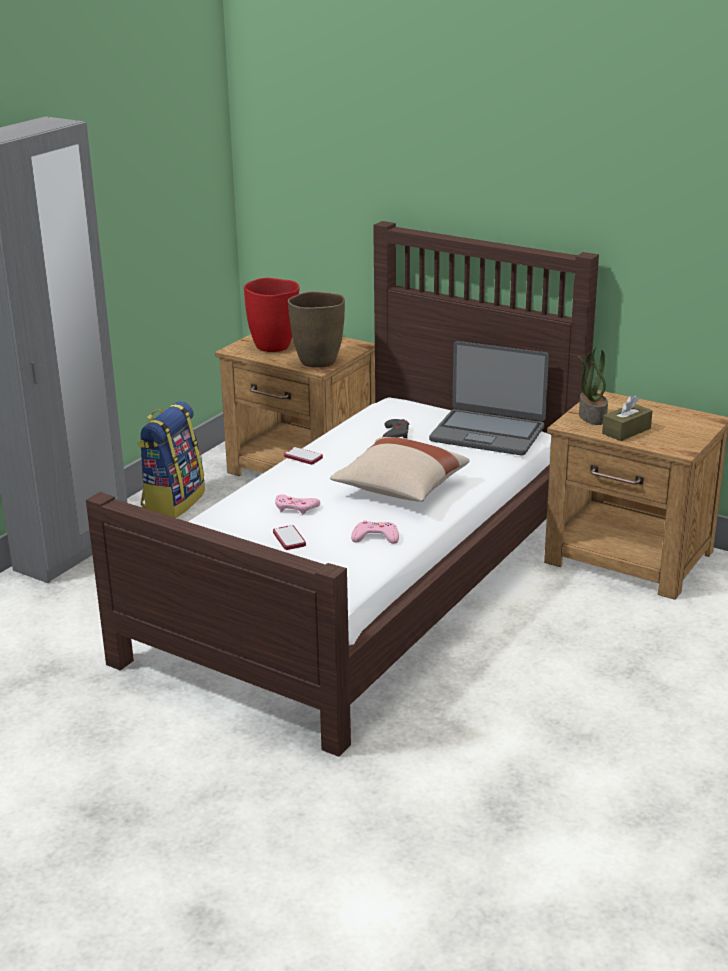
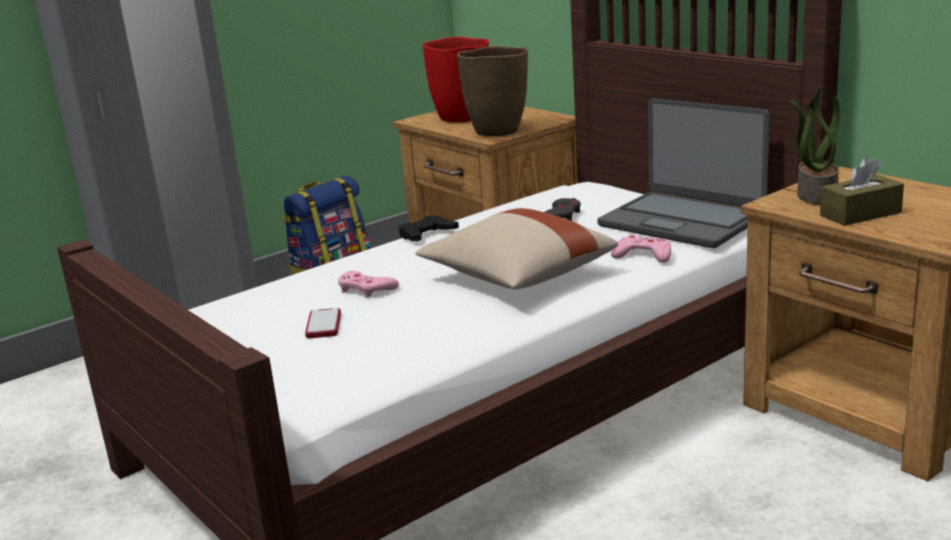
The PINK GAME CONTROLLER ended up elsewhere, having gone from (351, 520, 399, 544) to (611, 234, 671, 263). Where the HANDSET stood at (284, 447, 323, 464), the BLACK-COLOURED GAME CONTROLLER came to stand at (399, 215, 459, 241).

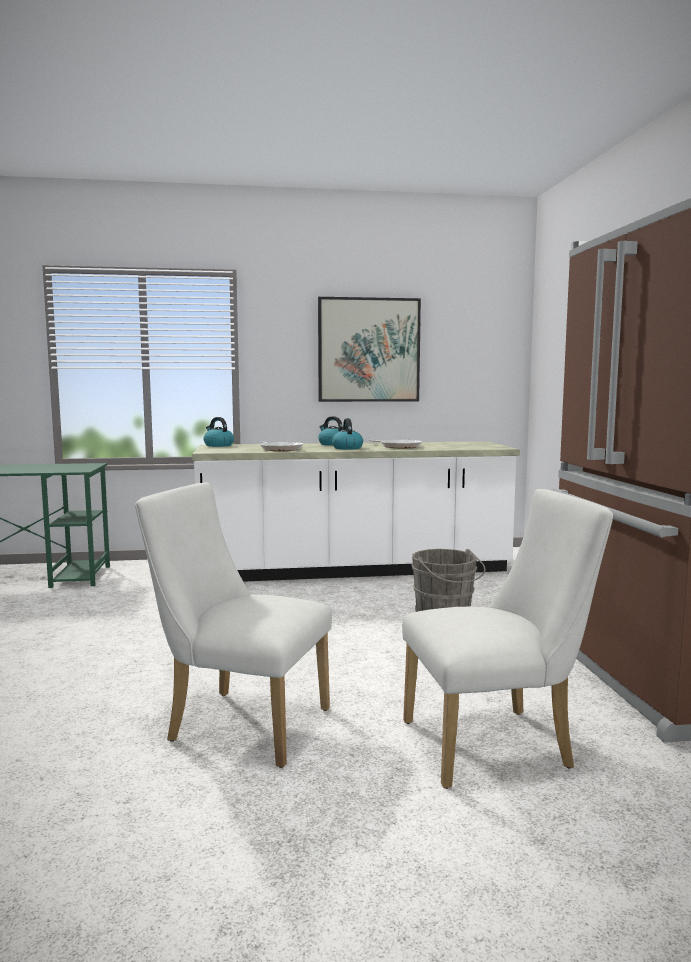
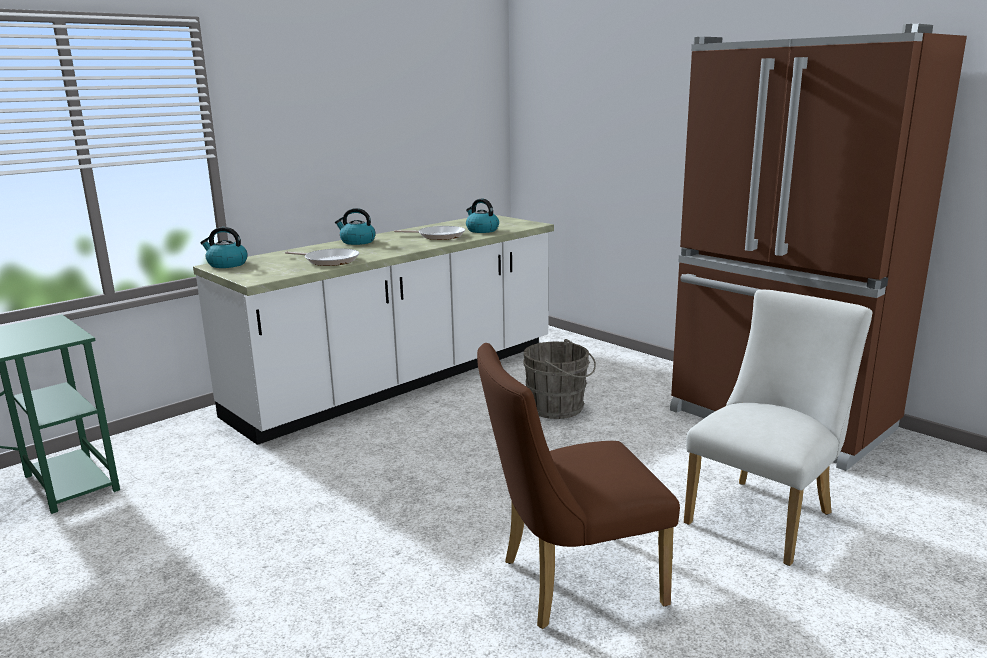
The second view lost the WALL PICTURE at (318, 297, 421, 402). The TEA KETTLE ended up elsewhere, having gone from (332, 418, 363, 450) to (466, 199, 499, 233). What was the WHITE-COLOURED PLAIN CHAIR at (135, 483, 332, 768) turned into the BROWN PLAIN CHAIR at (477, 343, 680, 629).

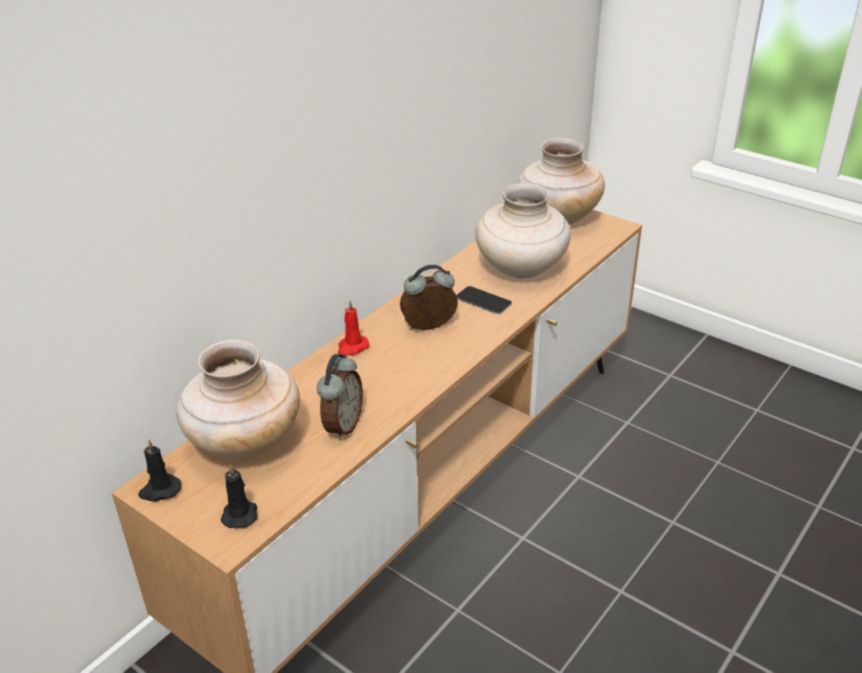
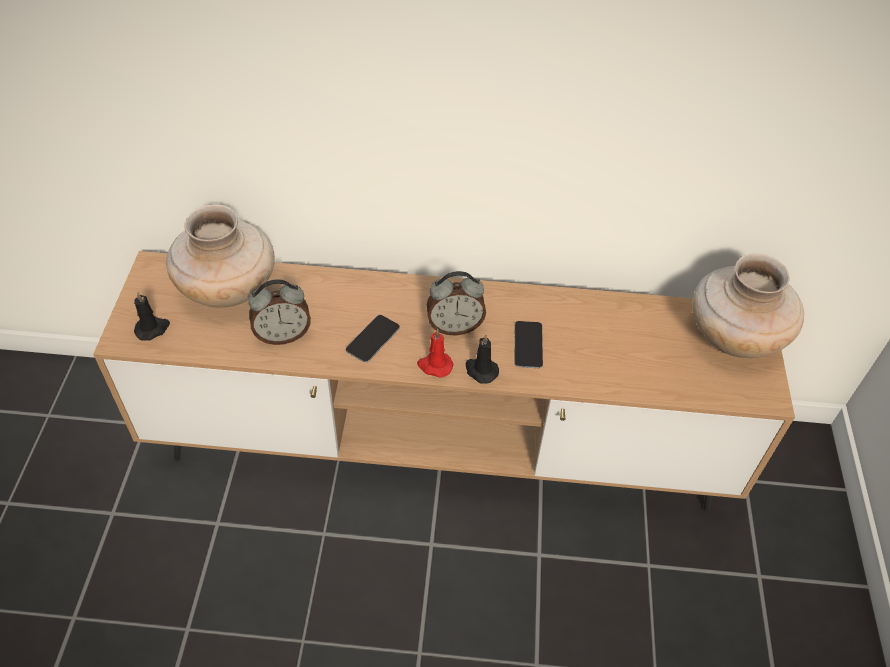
The second view lost the BEIGE-COLOURED DECORATIVE VASE at (475, 183, 571, 278). The second view gained the HANDSET at (346, 315, 400, 363). The BLACK-COLOURED CANDLE ended up elsewhere, having gone from (138, 439, 181, 501) to (466, 334, 499, 384). The RED CANDLE ended up elsewhere, having gone from (338, 300, 369, 356) to (417, 329, 453, 378). The BEDSIDE CLOCK at (400, 265, 458, 330) ended up facing another way, 135 degrees clockwise from before.

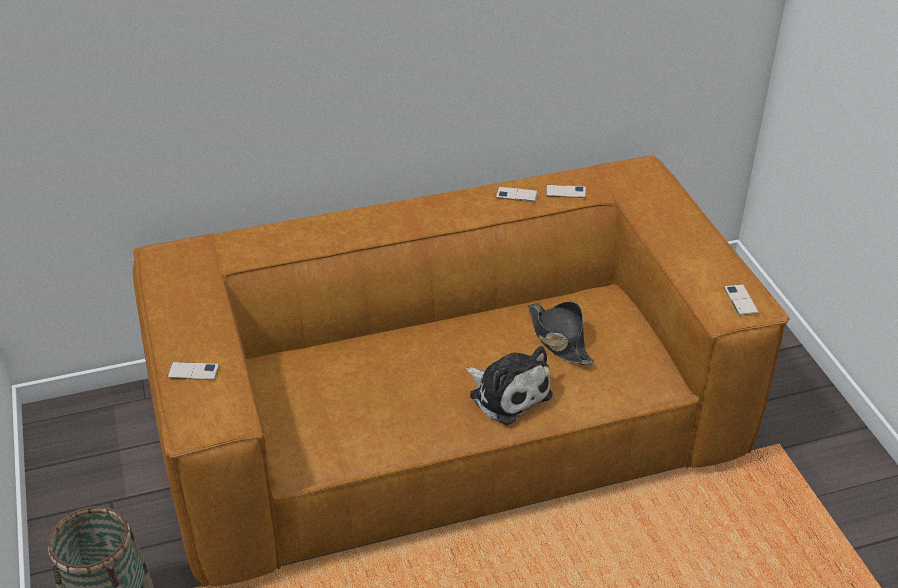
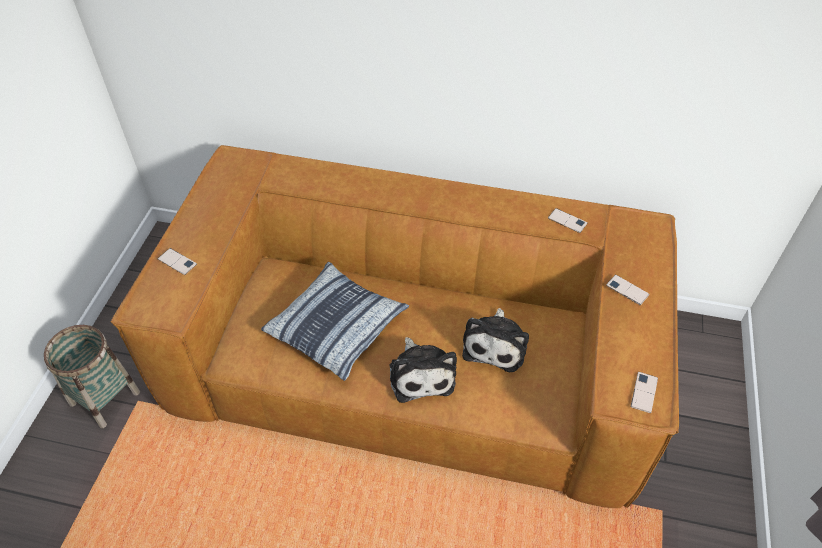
The second view gained the THROW PILLOW at (261, 261, 409, 381). The HANDSET ended up elsewhere, having gone from (496, 187, 538, 202) to (606, 275, 650, 305). Where the BLACK-COLOURED HAT stood at (528, 302, 595, 365), the SOFT TOY came to stand at (462, 308, 529, 372).

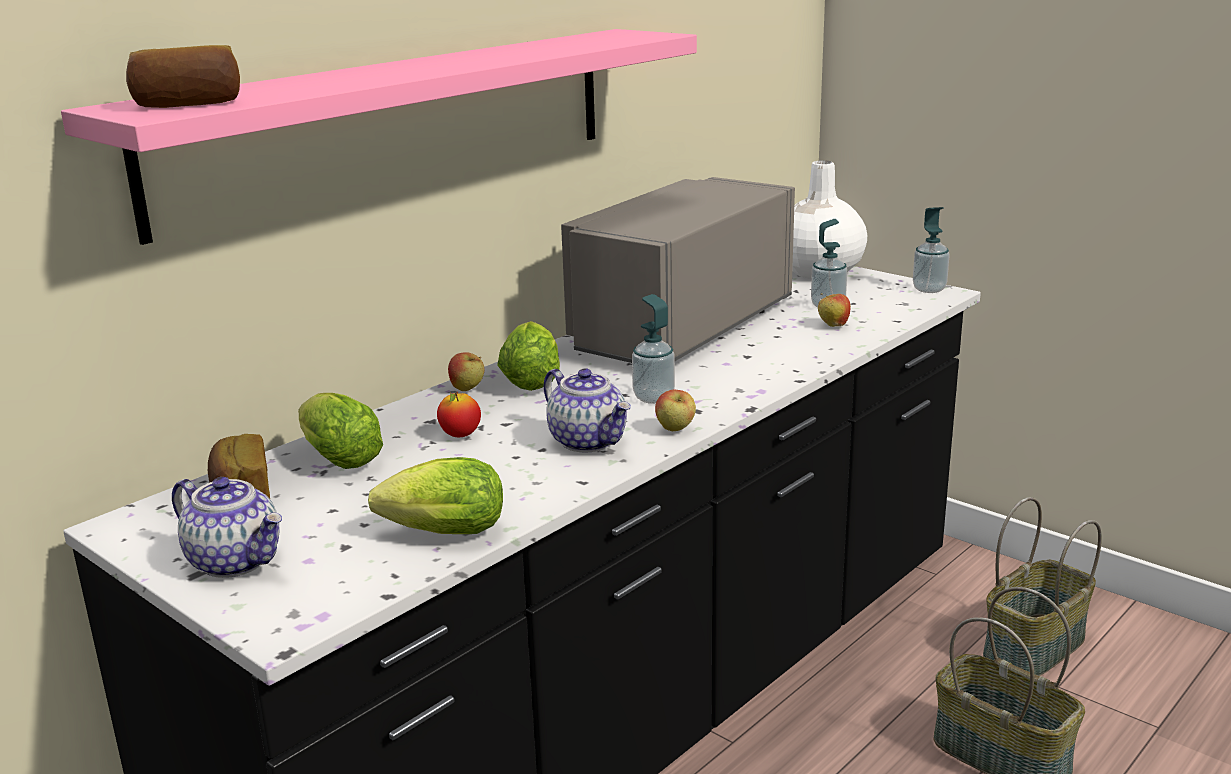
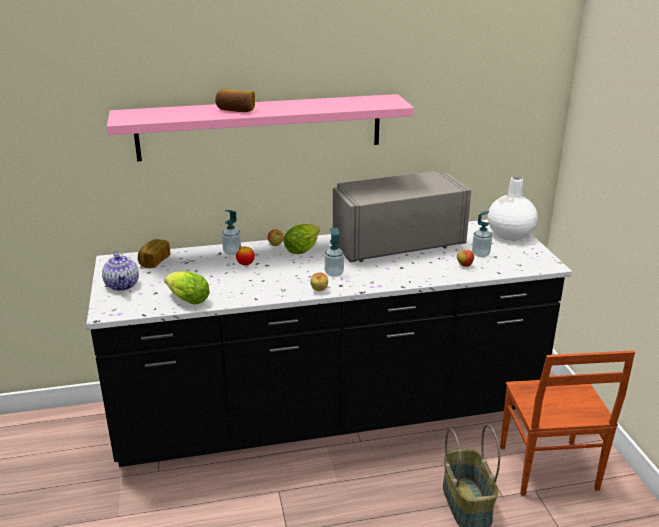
The second view lost the LETTUCE at (298, 393, 383, 469). The second view lost the POT FOR TEA at (544, 368, 631, 452). The BAKERY BREAD ended up elsewhere, having gone from (126, 45, 240, 108) to (215, 88, 255, 112). The SOAP DISPENSER ended up elsewhere, having gone from (913, 207, 950, 293) to (222, 210, 241, 255). Where the STORAGE BASKET stood at (983, 497, 1102, 676), the BROWN PLAIN CHAIR came to stand at (500, 350, 635, 496).

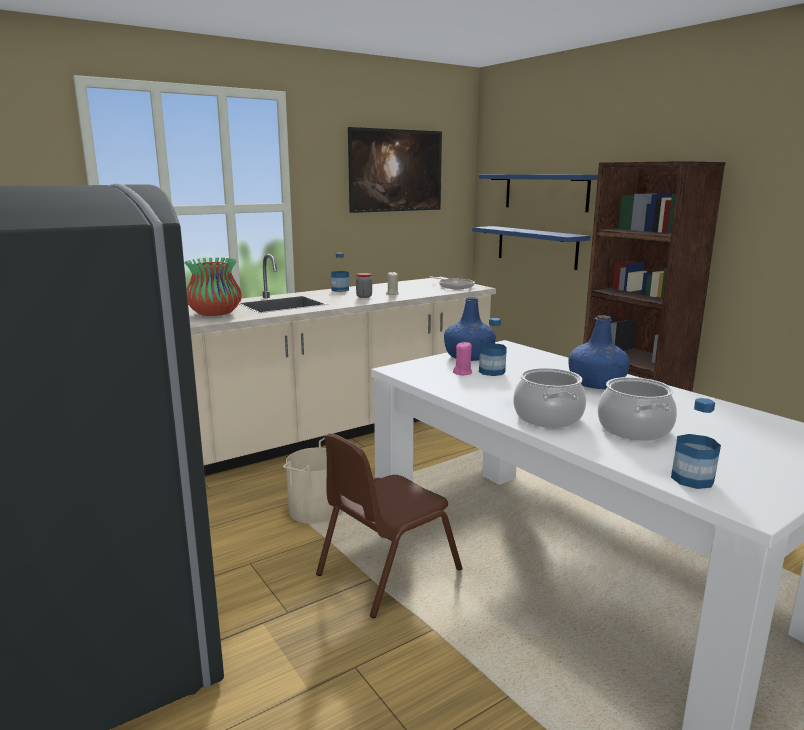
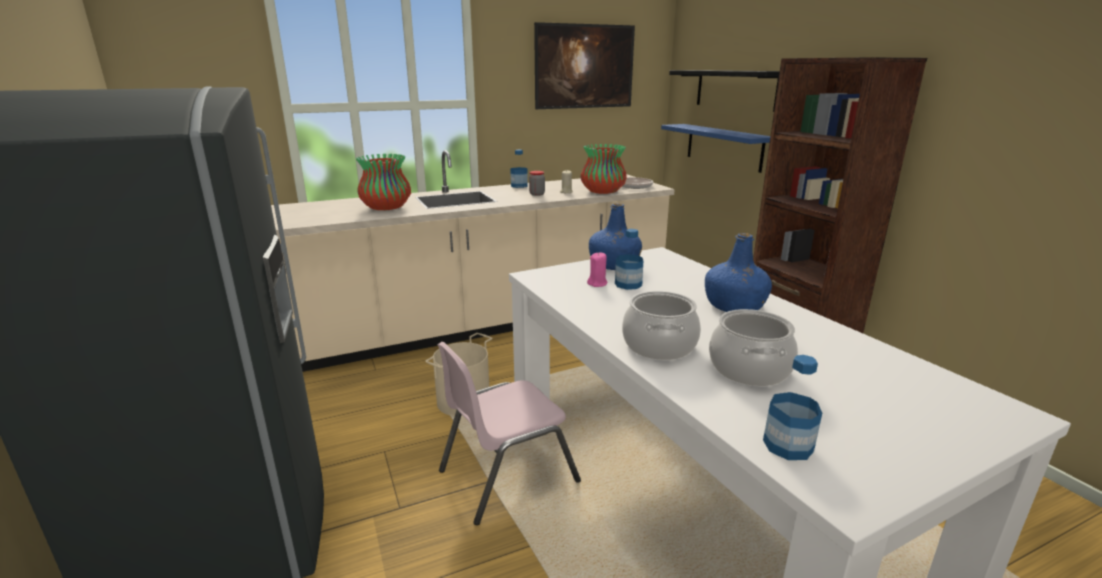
The second view gained the DECORATIVE VASE at (581, 144, 627, 194). What was the BROWN PLAIN CHAIR at (316, 433, 462, 618) turned into the PINK PLAIN CHAIR at (438, 342, 581, 525). What was the BLUE BRACKET SHELF at (479, 174, 598, 212) turned into the BLACK-COLOURED BRACKET SHELF at (669, 70, 780, 112).

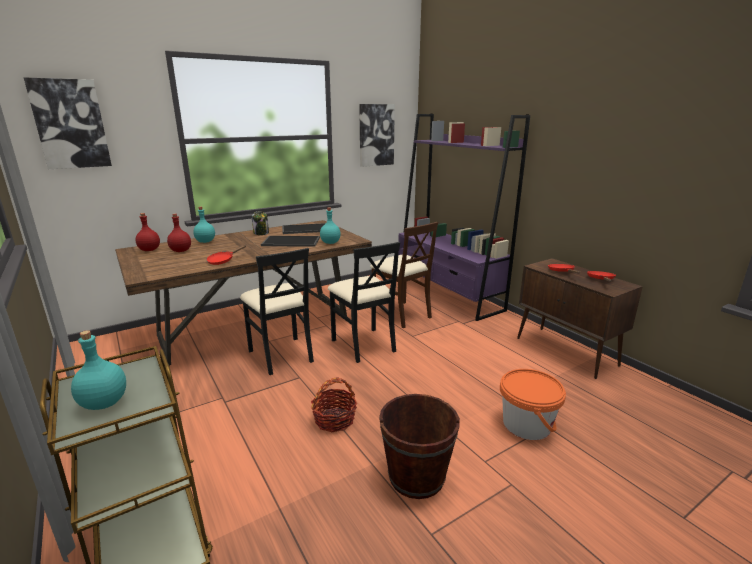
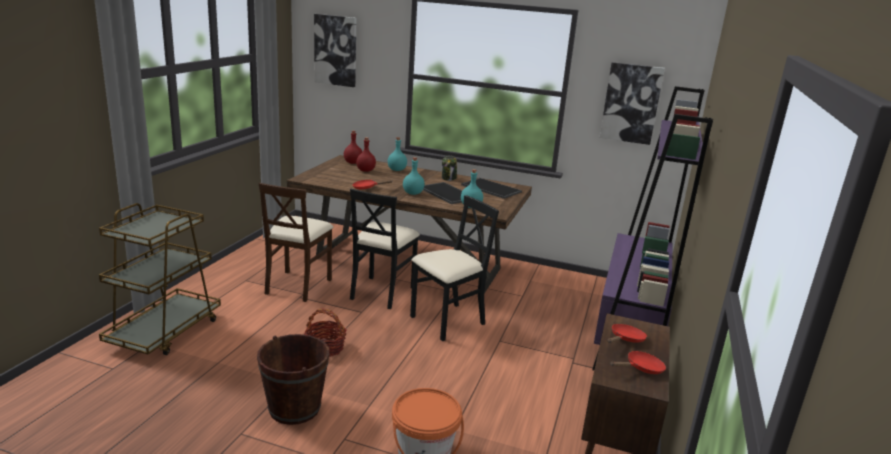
The BLUE-GREEN BEVERAGE BOTTLE ended up elsewhere, having gone from (71, 330, 126, 410) to (403, 157, 425, 195). The BEIGE-COLOURED PLAIN CHAIR ended up elsewhere, having gone from (370, 222, 438, 328) to (259, 183, 333, 302). The BLACK-COLOURED PLAIN CHAIR at (328, 242, 400, 363) ended up facing another way, 150 degrees counterclockwise from before.

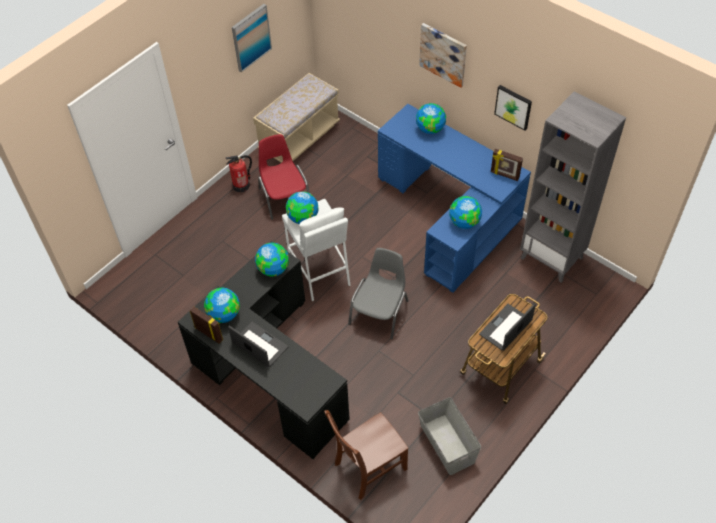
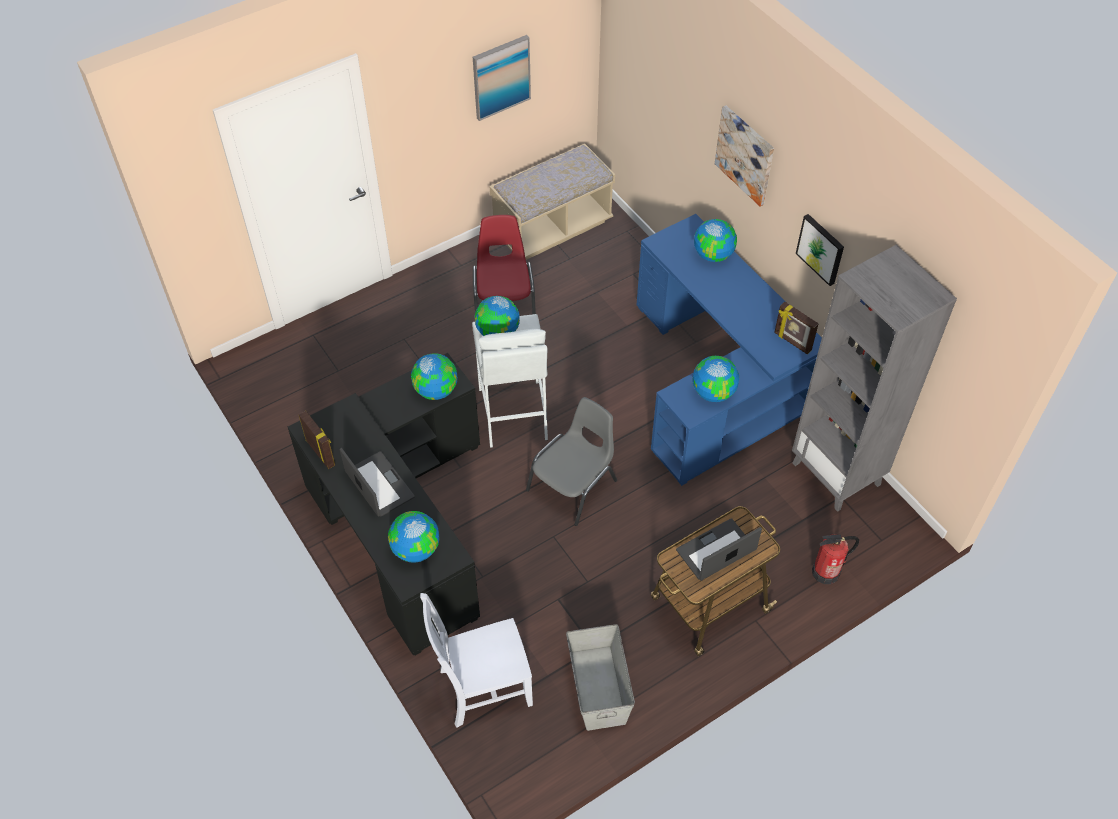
The DESK GLOBE ended up elsewhere, having gone from (204, 288, 240, 323) to (388, 511, 439, 563). The EXTINGUISHER ended up elsewhere, having gone from (225, 155, 252, 192) to (812, 534, 859, 584). What was the BROWN PLAIN CHAIR at (324, 410, 409, 500) turned into the WHITE-COLOURED PLAIN CHAIR at (420, 593, 533, 728).

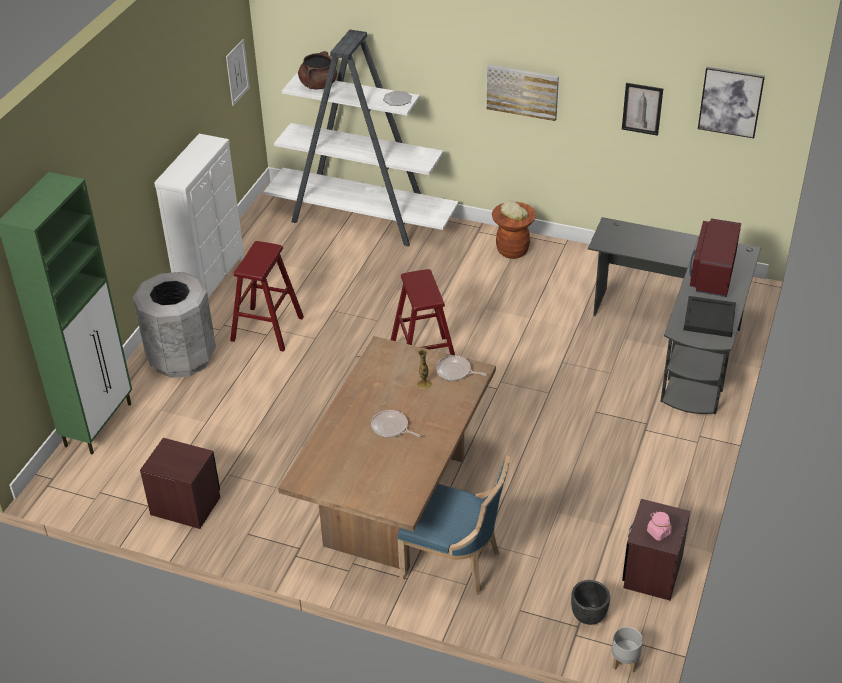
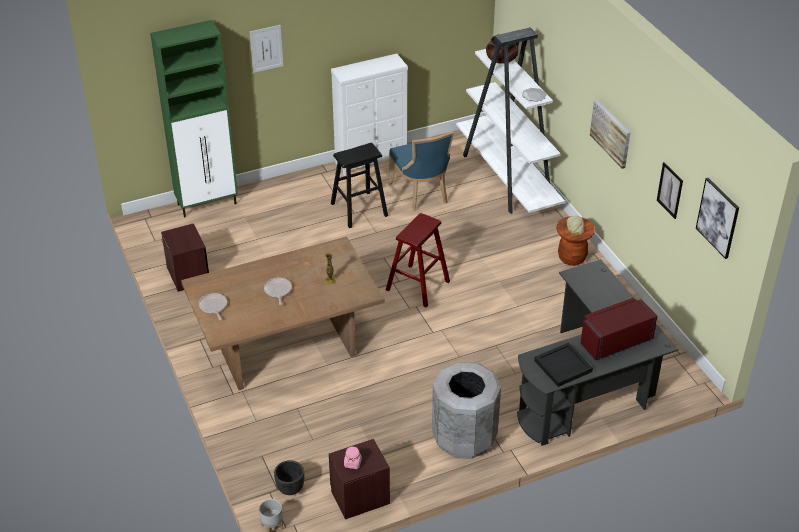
The GREY RUBBISH BIN ended up elsewhere, having gone from (133, 272, 216, 378) to (432, 362, 501, 459). The WALL PICTURE ended up elsewhere, having gone from (226, 39, 250, 106) to (249, 25, 284, 73). The BLUE PLAIN CHAIR ended up elsewhere, having gone from (397, 455, 510, 595) to (389, 131, 454, 211). The PAN ended up elsewhere, having gone from (436, 355, 487, 381) to (199, 293, 227, 320). What was the RED STOOL at (230, 241, 304, 352) turned into the BLACK-COLOURED STOOL at (331, 143, 388, 228).

